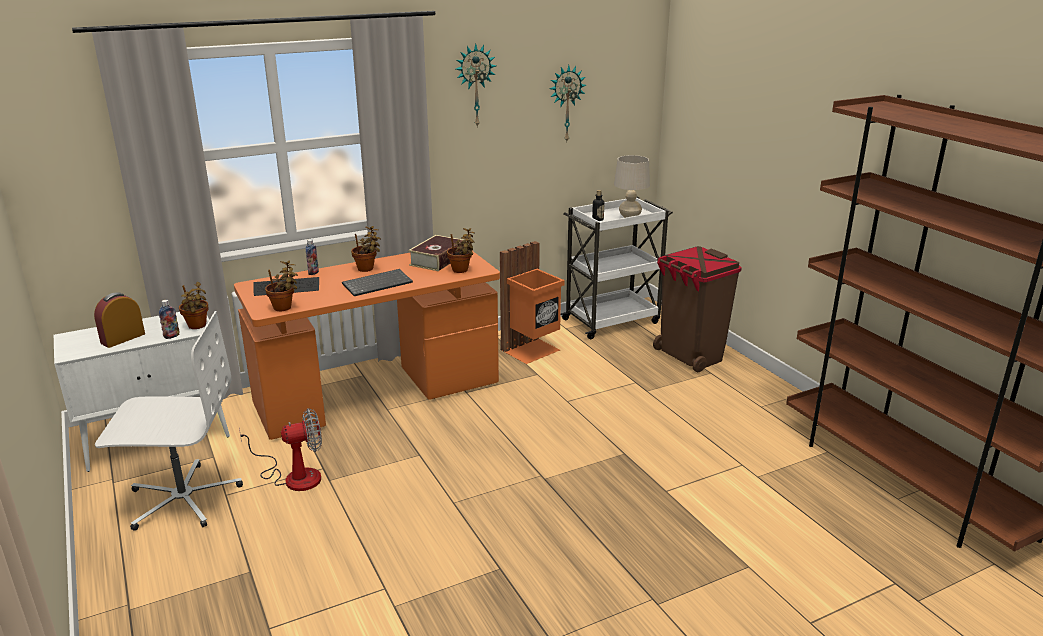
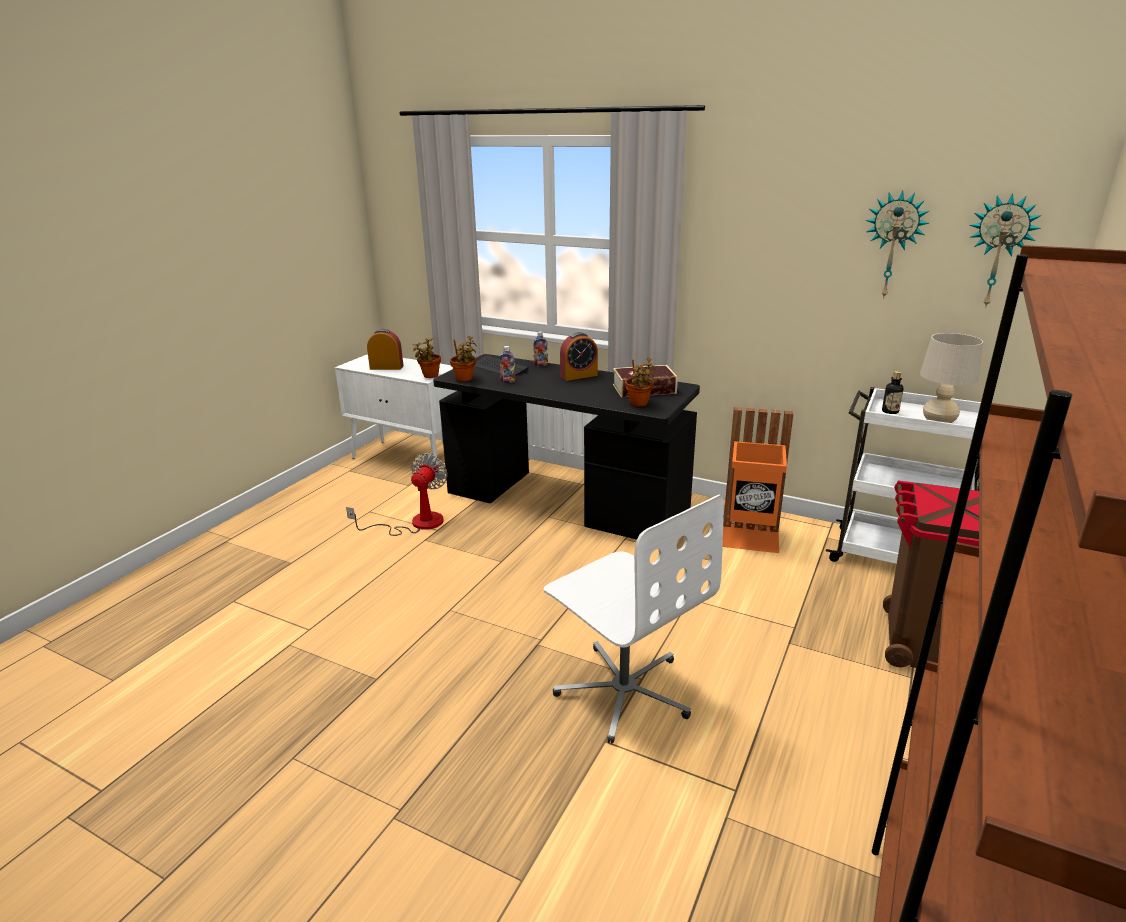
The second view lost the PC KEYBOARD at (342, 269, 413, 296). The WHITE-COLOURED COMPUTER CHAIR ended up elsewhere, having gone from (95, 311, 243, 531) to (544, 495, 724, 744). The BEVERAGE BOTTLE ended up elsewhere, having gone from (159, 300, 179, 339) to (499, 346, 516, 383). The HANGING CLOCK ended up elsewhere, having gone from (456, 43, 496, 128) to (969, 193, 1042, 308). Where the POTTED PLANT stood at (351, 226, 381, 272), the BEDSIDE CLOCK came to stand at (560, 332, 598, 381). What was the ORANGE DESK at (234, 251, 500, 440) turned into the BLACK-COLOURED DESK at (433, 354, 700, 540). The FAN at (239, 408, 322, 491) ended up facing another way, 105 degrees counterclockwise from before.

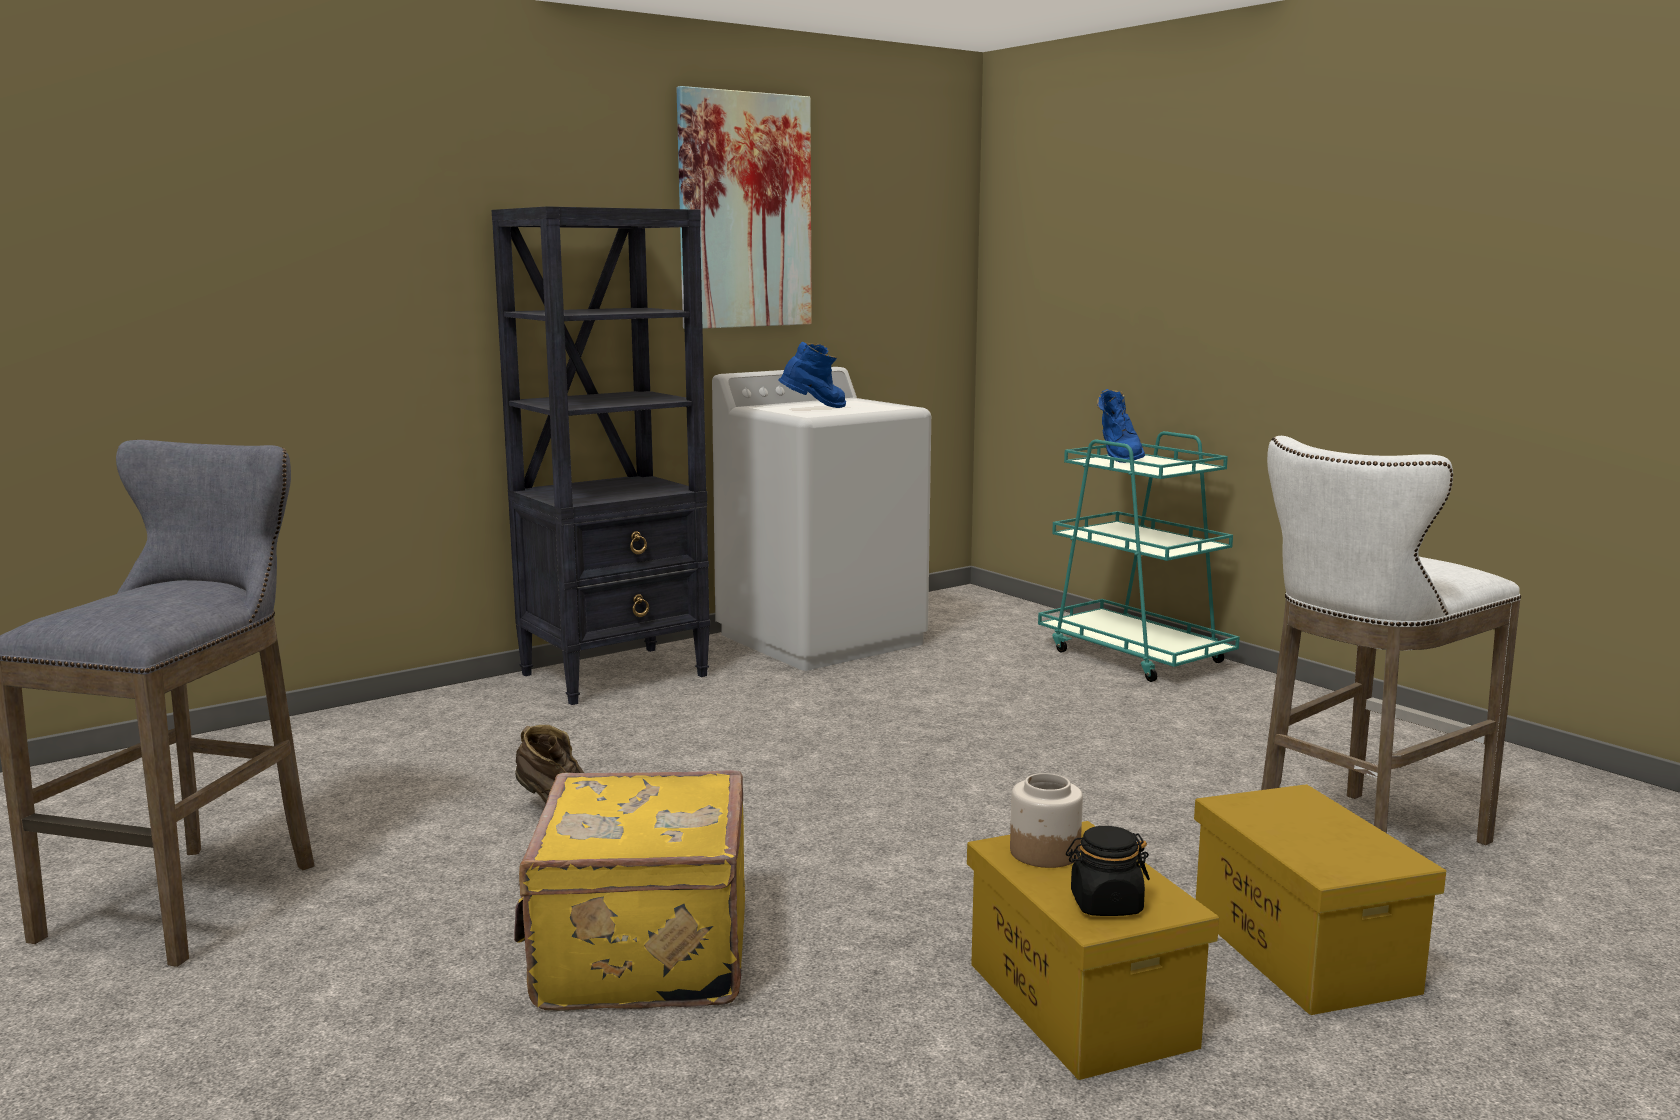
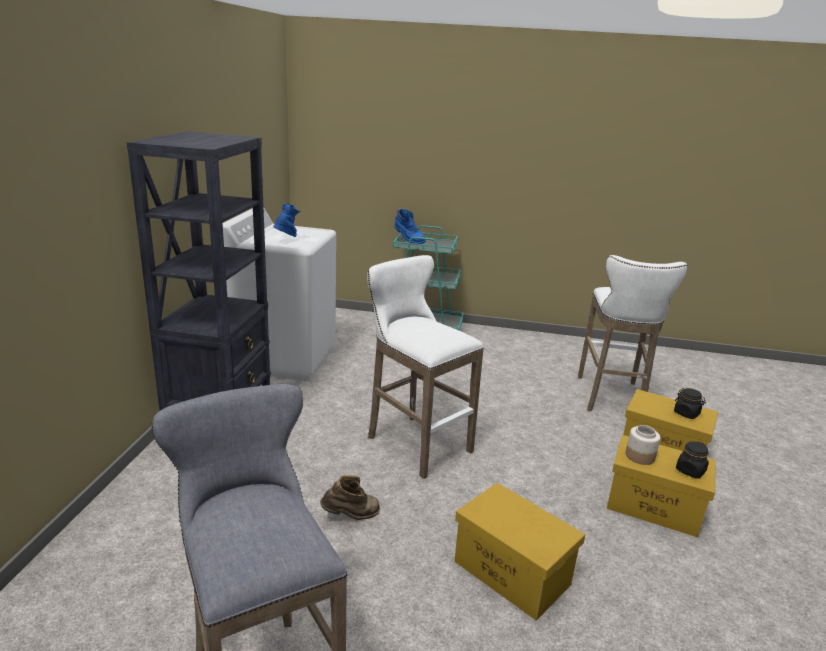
The second view lost the WALL PICTURE at (676, 86, 812, 329). The second view gained the WHITE-COLOURED STOOL at (367, 255, 484, 479). The second view gained the BLACK-COLOURED PRESERVE JAR at (674, 388, 706, 419). Where the YELLOW-COLOURED PIECE OF LUGGAGE stood at (514, 770, 745, 1011), the YELLOW-COLOURED STORAGE BOX came to stand at (454, 483, 585, 620).

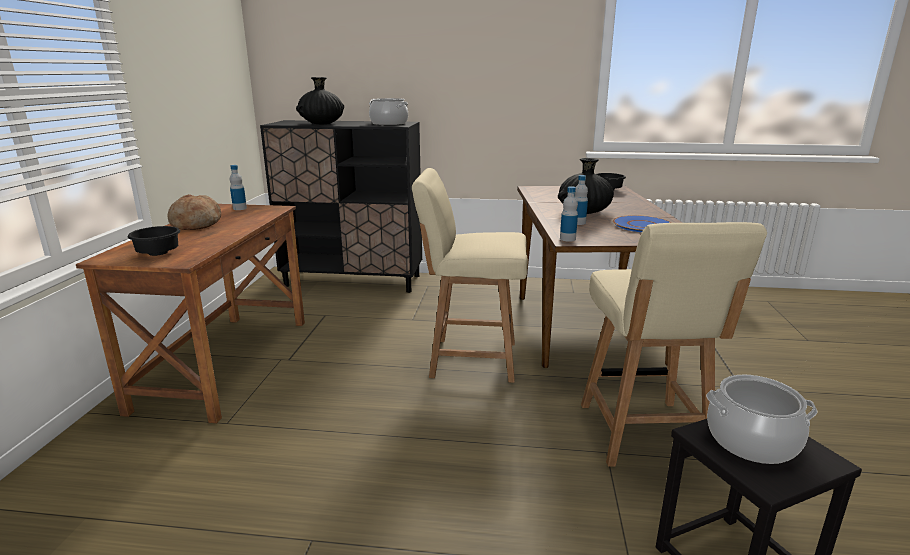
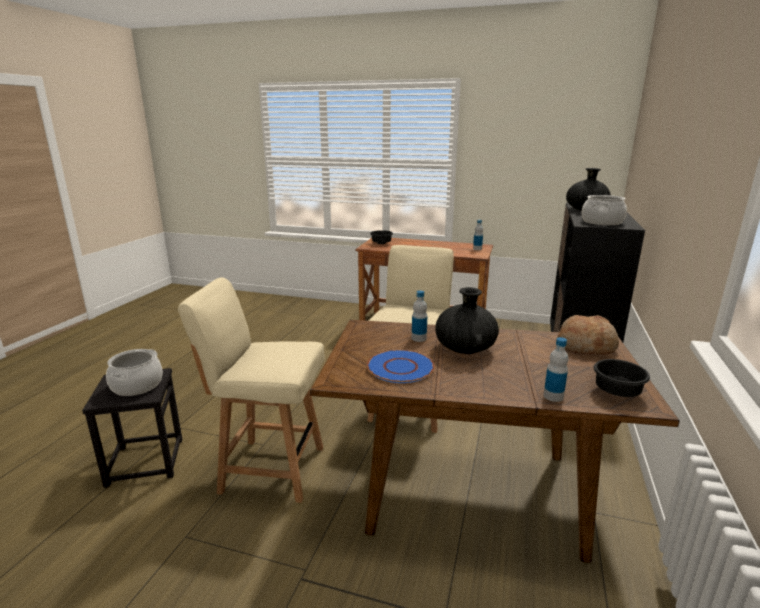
The BAKERY BREAD ended up elsewhere, having gone from (167, 194, 221, 230) to (557, 315, 619, 354). The BEVERAGE BOTTLE ended up elsewhere, having gone from (560, 186, 578, 242) to (543, 337, 568, 402).

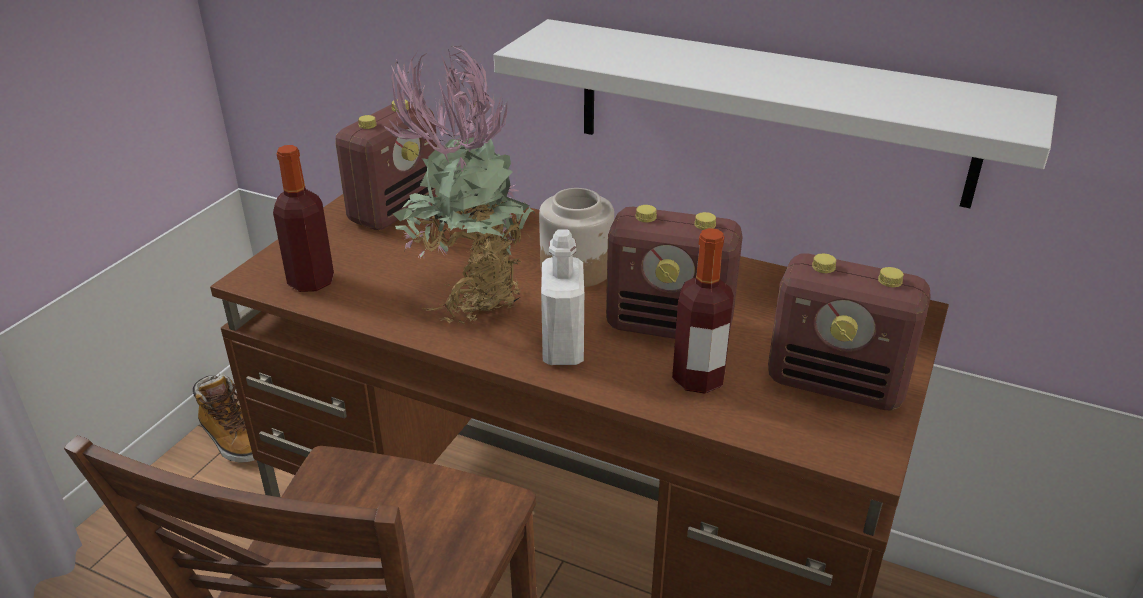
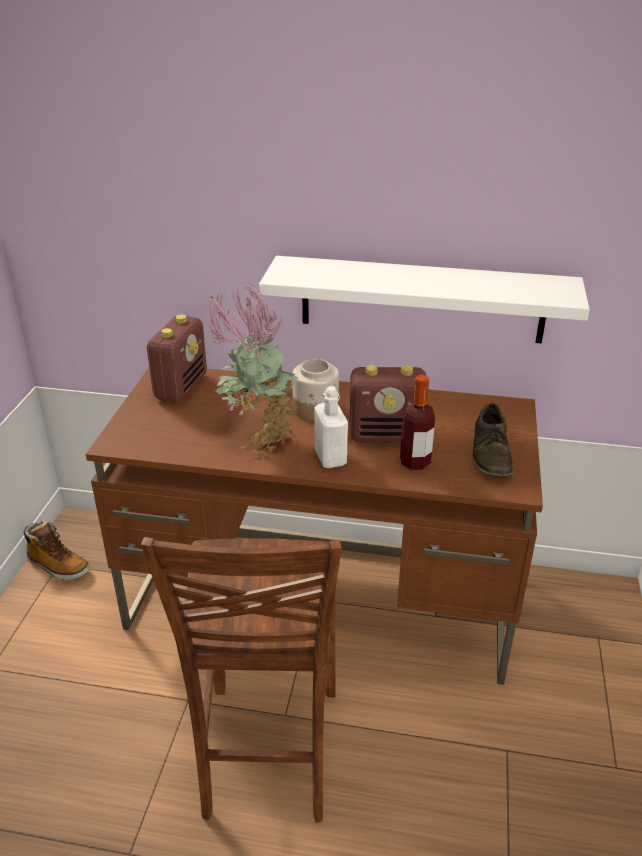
The second view lost the BEVERAGE BOTTLE at (273, 145, 334, 292). Where the RADIO SET stood at (768, 253, 931, 410), the BROWN LOW SHOE came to stand at (473, 403, 513, 477).

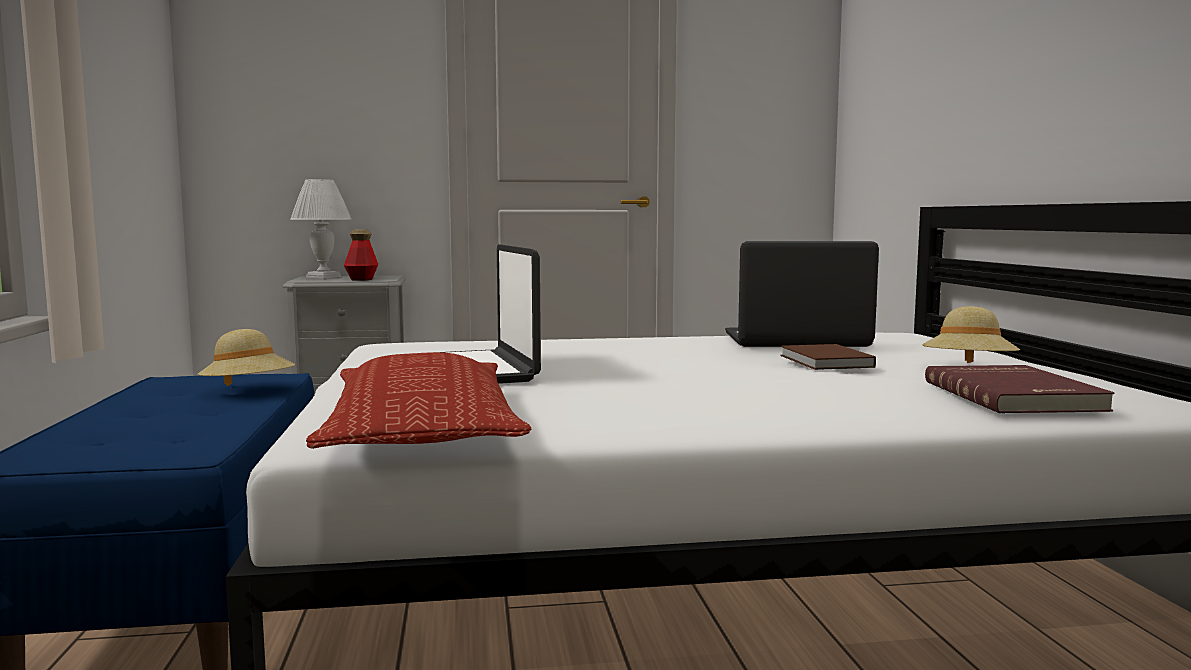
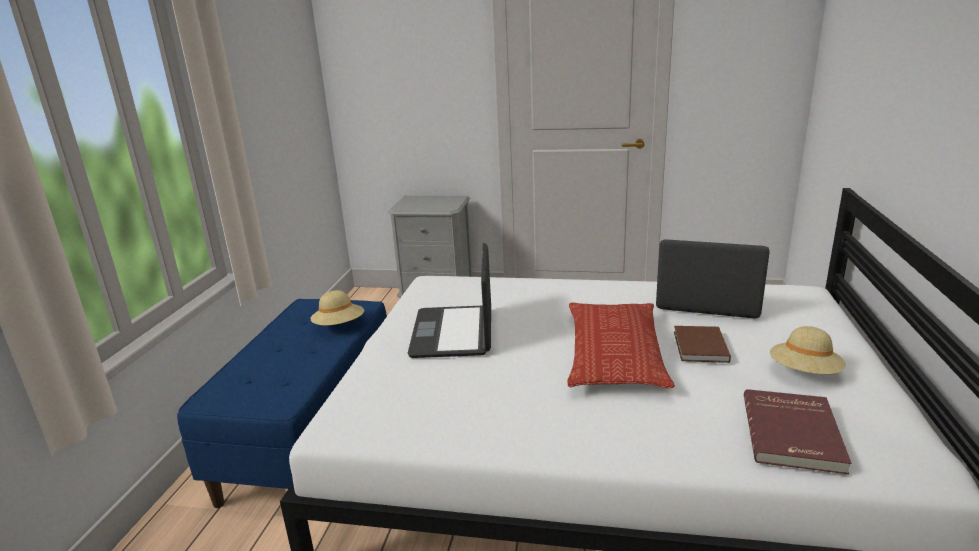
The second view lost the WHITE-COLOURED TABLE LAMP at (290, 179, 352, 279). The second view lost the BEVERAGE BOTTLE at (344, 229, 378, 281). The THROW PILLOW ended up elsewhere, having gone from (306, 352, 531, 449) to (567, 303, 675, 388).

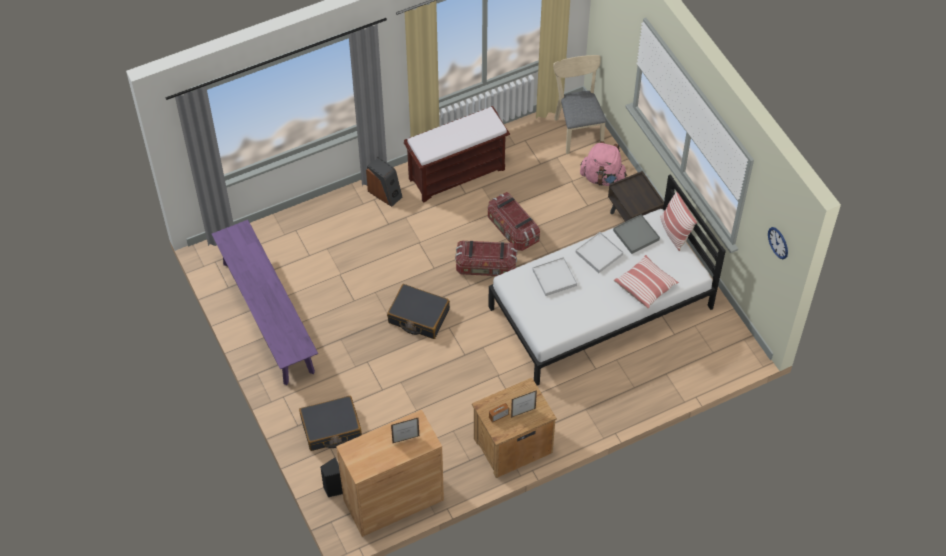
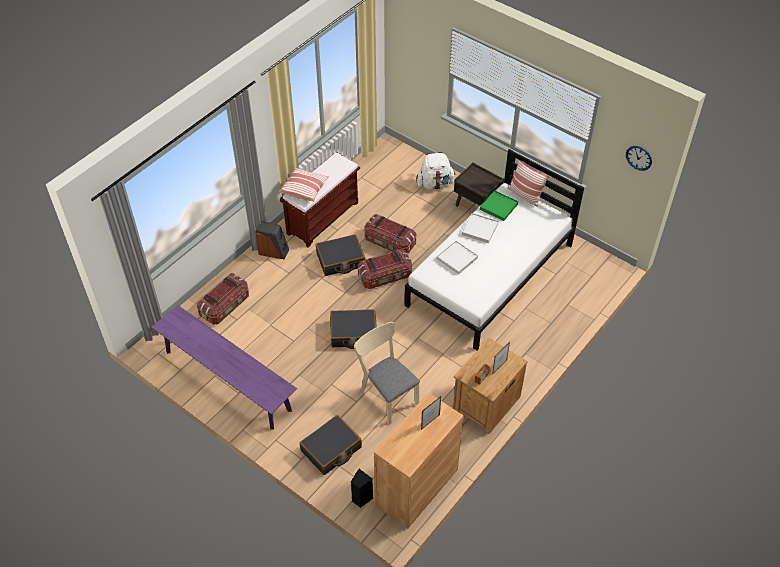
The second view gained the STORAGE BOX at (197, 273, 249, 325). The second view gained the BLACK-COLOURED PIECE OF LUGGAGE at (316, 234, 365, 276). The BEIGE-COLOURED PLAIN CHAIR ended up elsewhere, having gone from (553, 55, 606, 154) to (354, 322, 420, 424). The THROW PILLOW ended up elsewhere, having gone from (614, 255, 679, 308) to (279, 167, 329, 202). What was the PINK KNAPSACK at (580, 141, 627, 186) turned into the WHITE-COLOURED KNAPSACK at (416, 152, 456, 189). What was the GREY SERVING TRAY at (613, 214, 660, 254) turned into the GREENISH SERVING TRAY at (480, 190, 518, 221).

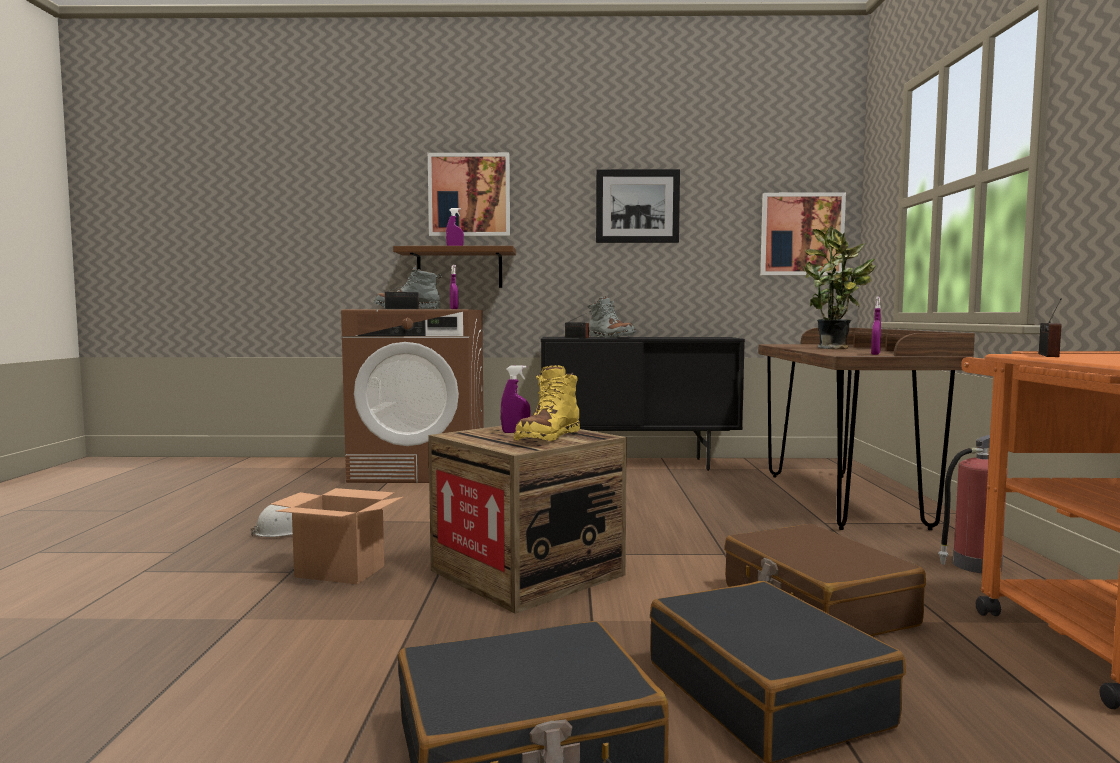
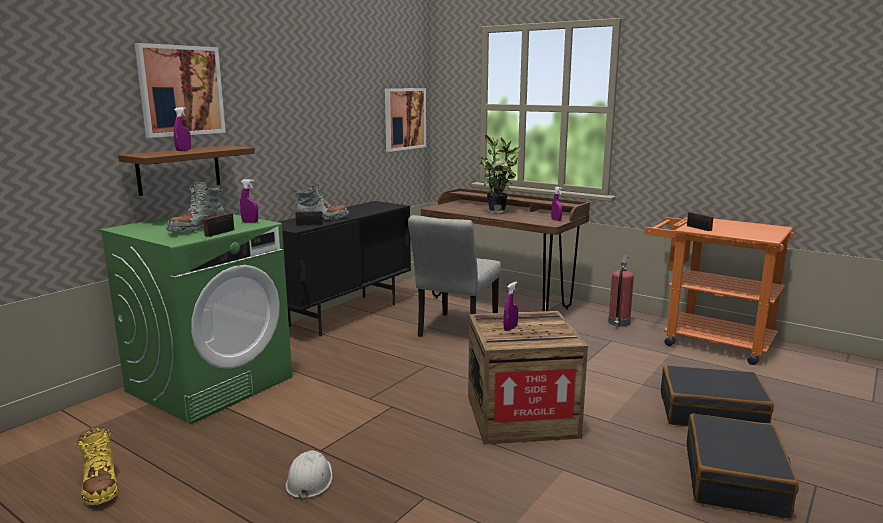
The second view lost the CARDBOARD BOX at (270, 488, 404, 584). The second view lost the WALL PICTURE at (596, 169, 680, 243). The second view lost the BROWN PIECE OF LUGGAGE at (725, 524, 926, 636). The second view gained the GREY PLAIN CHAIR at (408, 215, 501, 337). The YELLOW-COLOURED TALL BOOT ended up elsewhere, having gone from (514, 365, 580, 441) to (76, 426, 118, 505). What was the BROWN LAUNDRY APPLIANCE at (341, 309, 484, 483) turned into the GREENISH LAUNDRY APPLIANCE at (99, 213, 292, 424).

